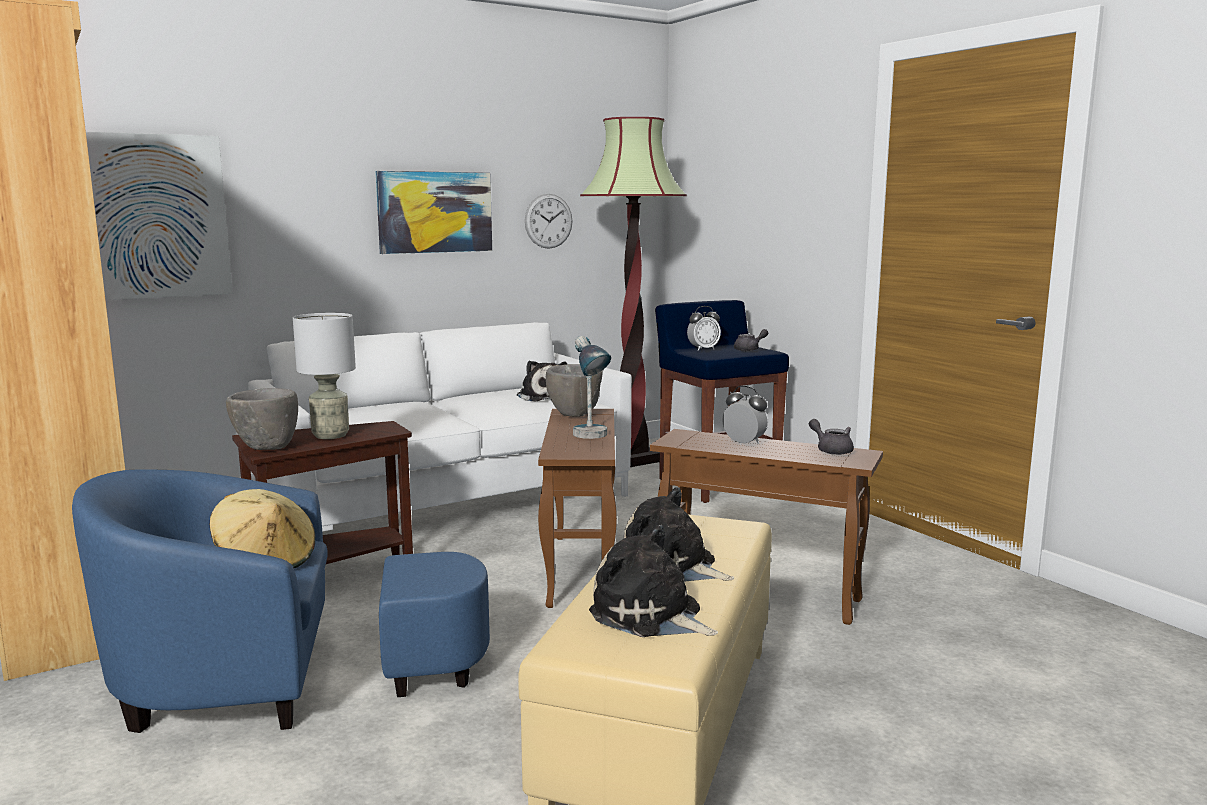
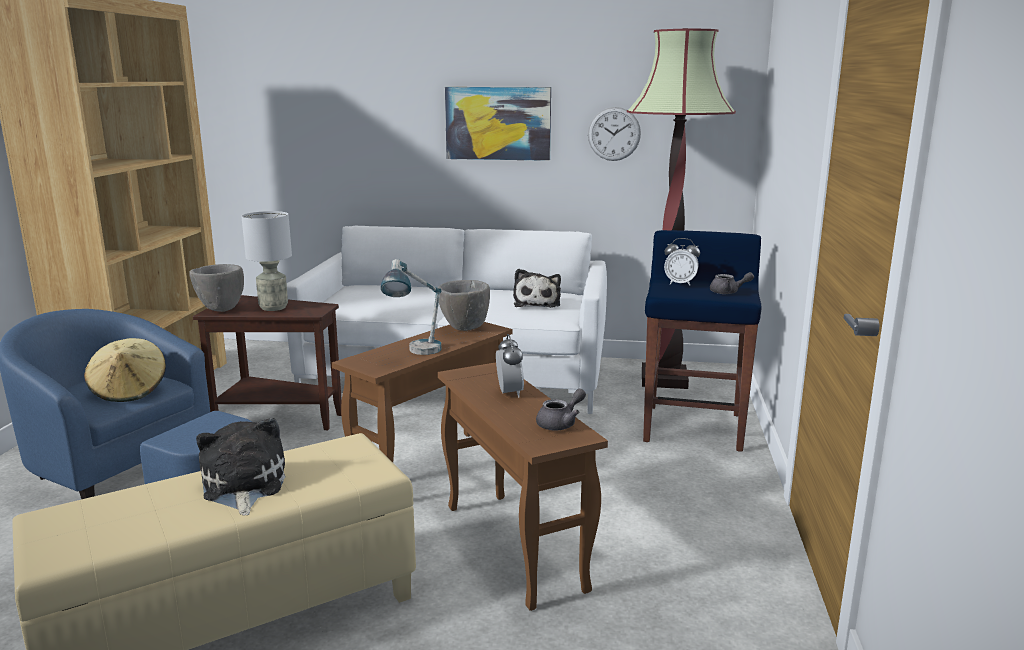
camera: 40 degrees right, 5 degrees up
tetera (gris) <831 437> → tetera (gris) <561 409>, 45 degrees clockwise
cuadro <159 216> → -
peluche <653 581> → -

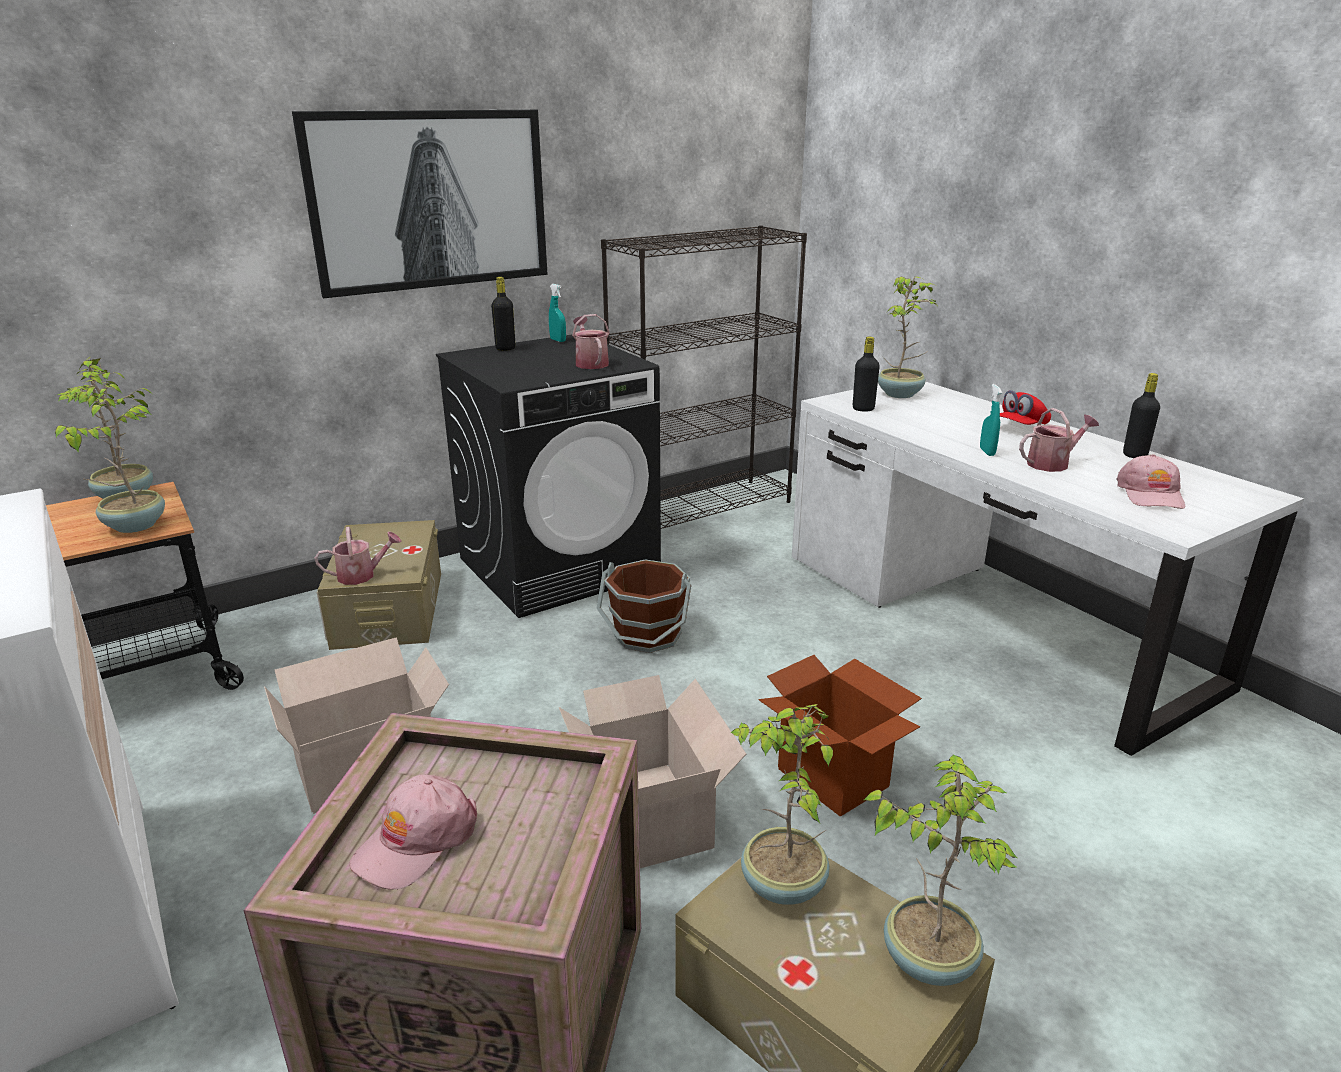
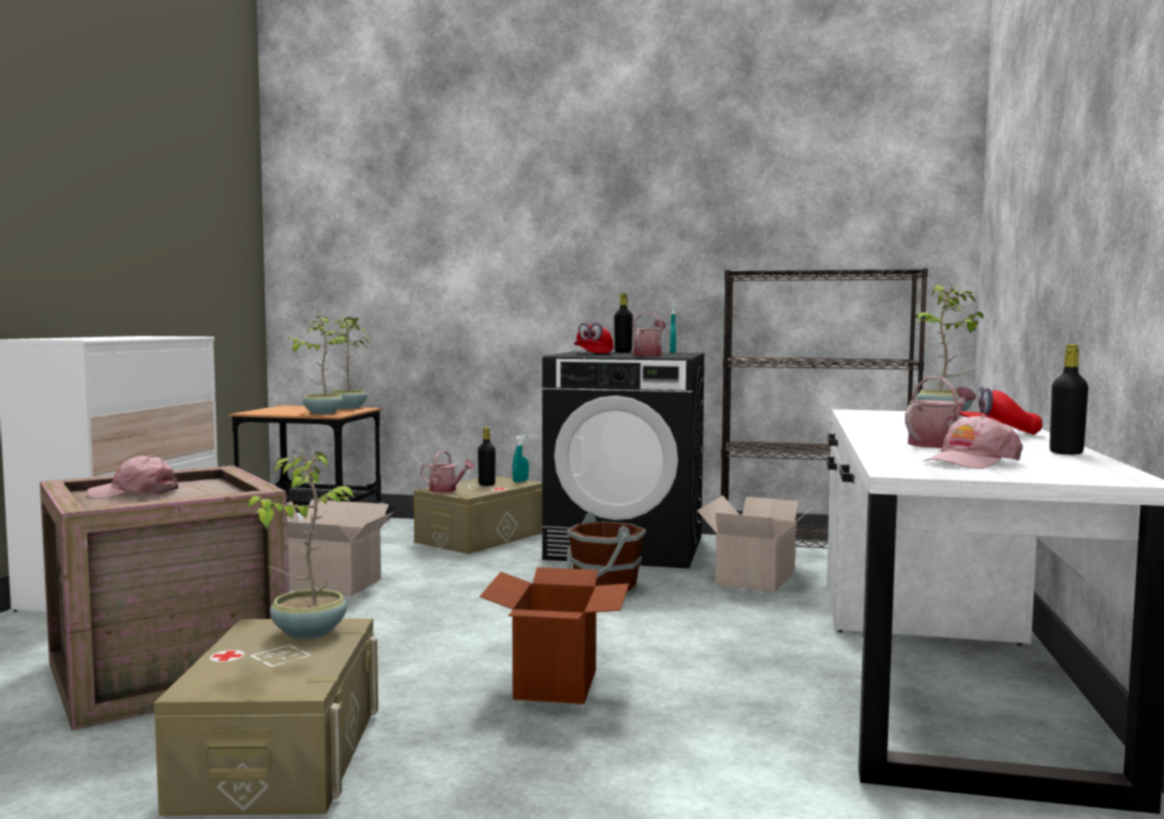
camera: 45 degrees right, 20 degrees down
botella (negro) <866 374> → botella (negro) <487 456>, shifted
pulverizador (turquesa) <991 420> → pulverizador (turquesa) <520 459>, shifted
- → gorra (rojo) <594 338>
caja de cartón <652 771> → caja de cartón <756 544>, shifted
regadera <1059 440> → regadera <940 412>, 60 degrees counterclockwise
cuadro <420 204> → -
planta en maceta <941 870> → -

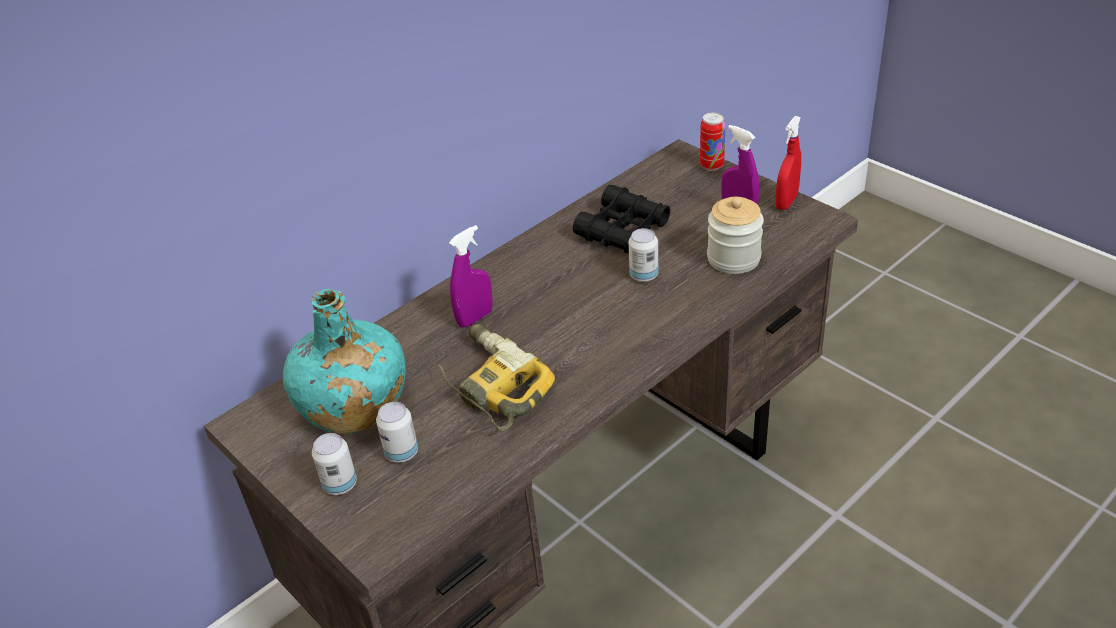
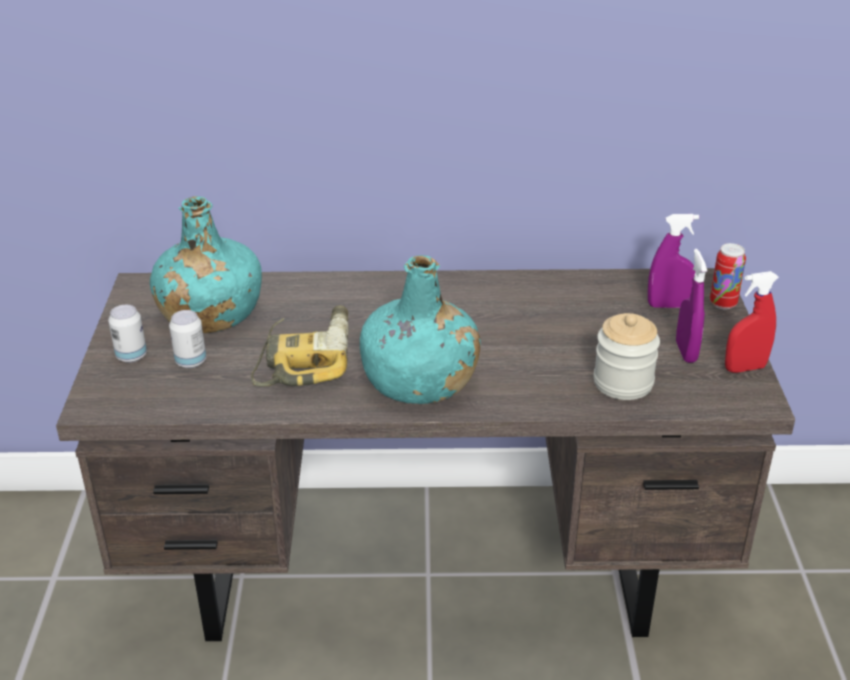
camera: 40 degrees right, 5 degrees down
- → botella (turquesa) <420 329>
pulverizador (morado) <471 276> → pulverizador (morado) <673 261>, shifted
prismáticos (negro) <621 219> → -
lata <643 255> → -

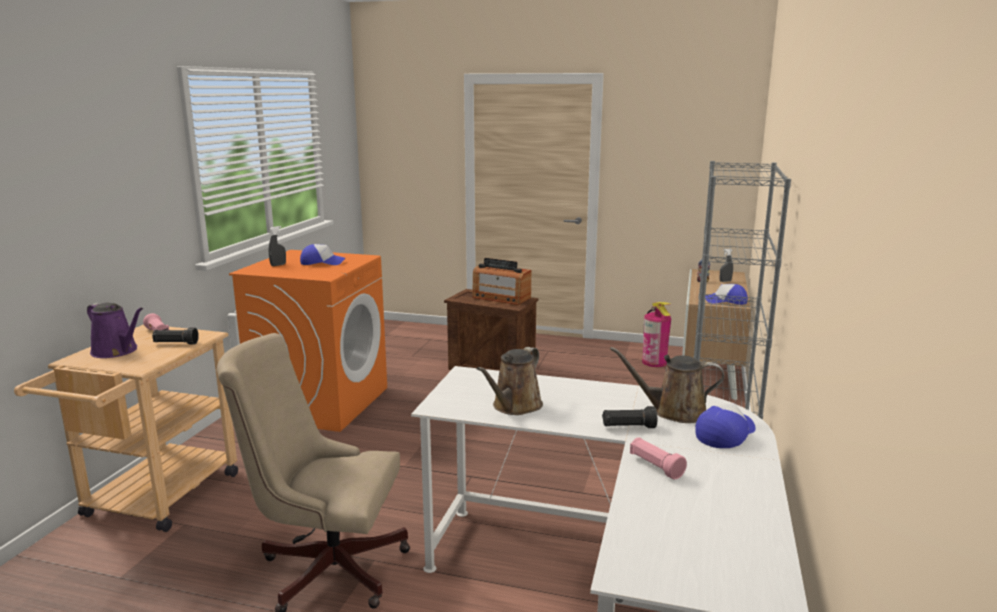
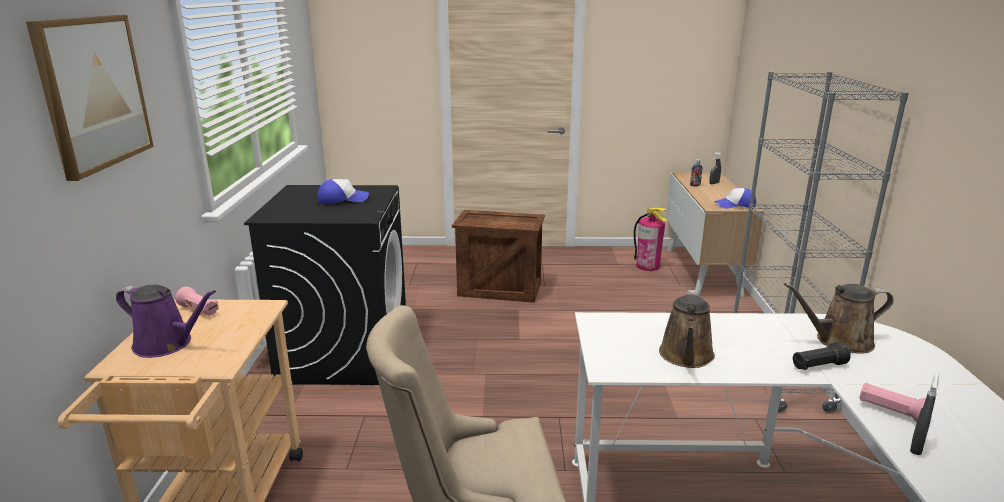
camera: 15 degrees left, 5 degrees up
- → cuadro <90 98>
lavadora (naranja) <308 341> → lavadora (negro) <325 285>
pulverizador (gris) <277 246> → pulverizador (gris) <924 414>, shifted
linterna (negro) <175 336> → -
radio <501 281> → -
gorra <725 425> → -

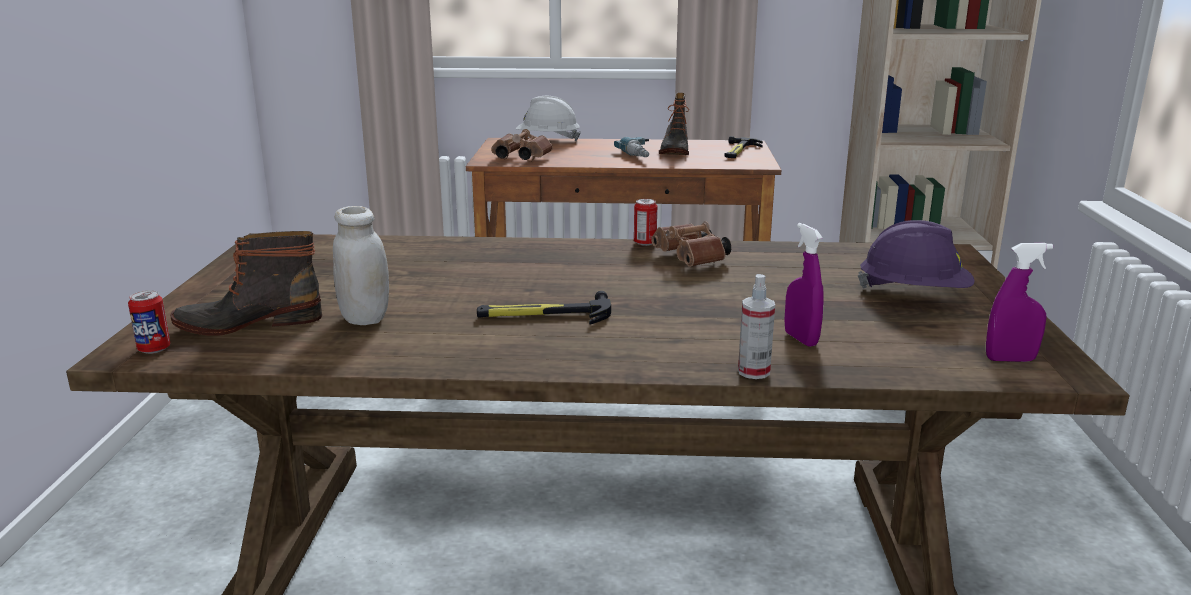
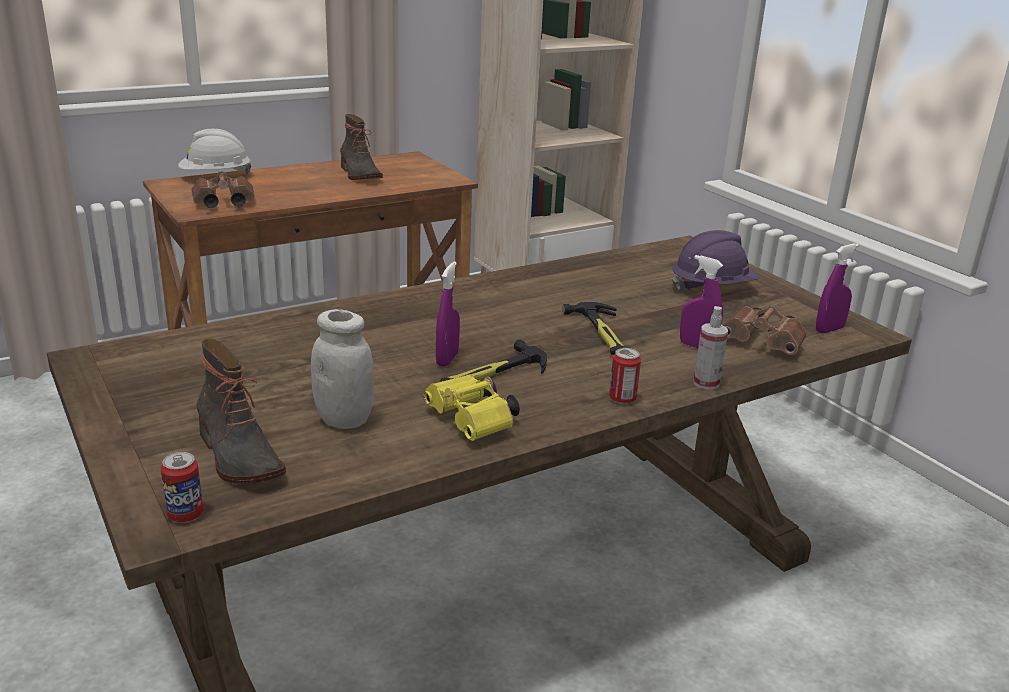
camera: 35 degrees left, 5 degrees up
bota <246 283> → bota <241 411>, 75 degrees counterclockwise
- → prismáticos (amarillo) <471 407>
- → pulverizador (morado) <448 314>
martillo <743 147> → martillo <594 328>, shifted
lata <645 222> → lata <625 376>, shifted
prismáticos (marrón) <691 244> → prismáticos (marrón) <765 329>, shifted
taladro <631 147> → -

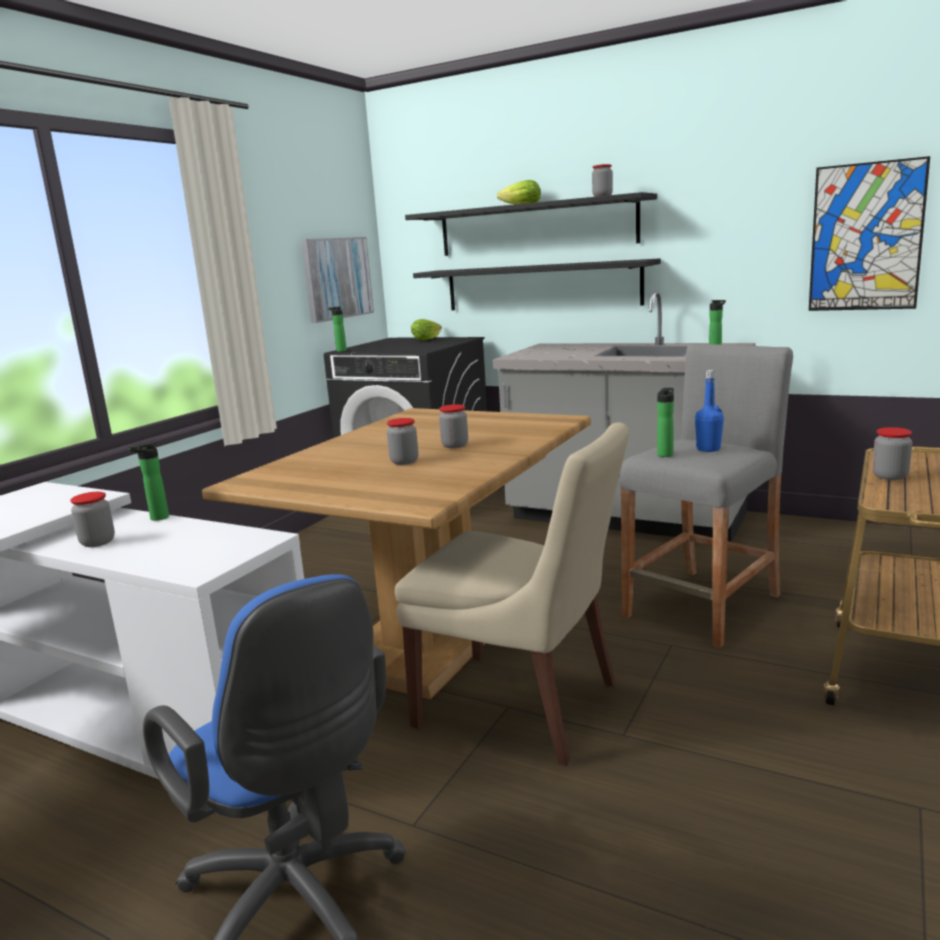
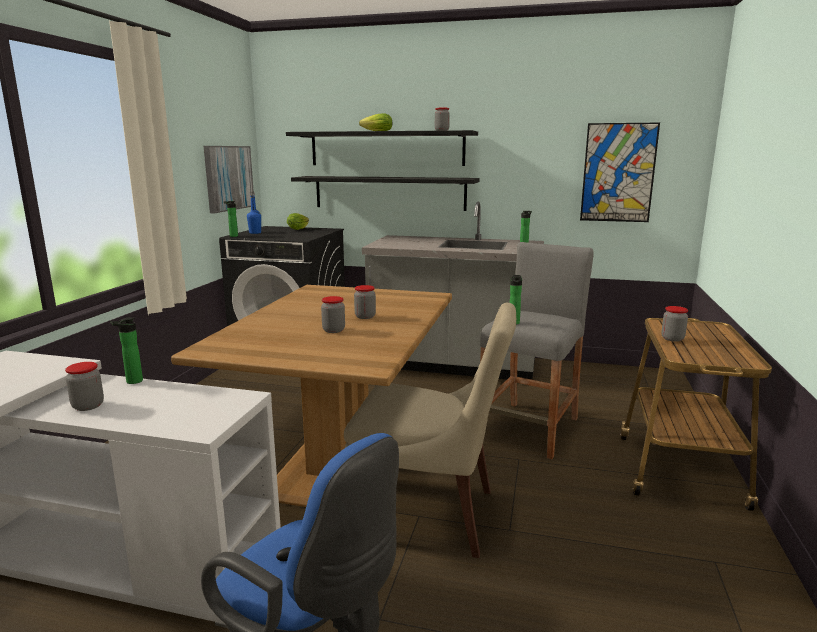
camera: 15 degrees left, 0 degrees up
botella (azul) <709 411> → botella (azul) <254 213>, shifted

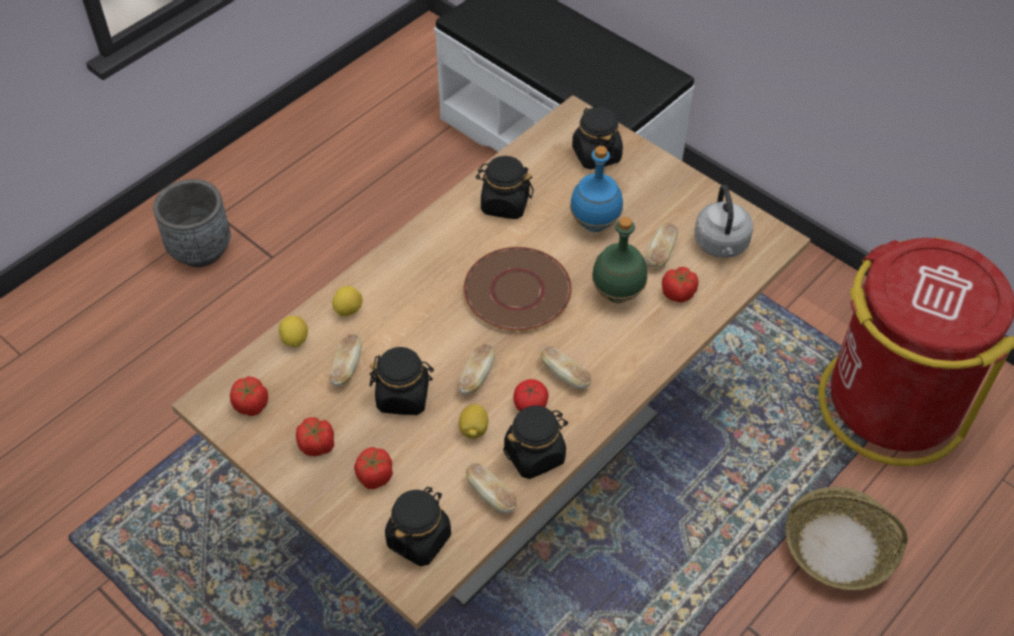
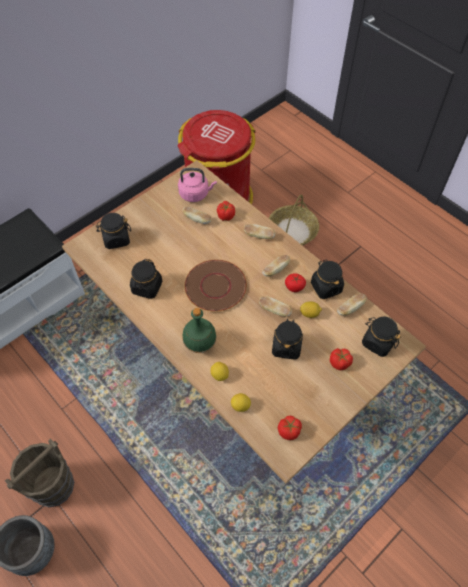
camera: 85 degrees left, 5 degrees up
- → cubo (marrón) <39 473>
hervidor (gris) <723 221> → hervidor (rosa) <197 185>
botella (verde) <619 260> → botella (verde) <199 330>, shifted
pan <345 360> → pan <259 231>, shifted
tomate <315 436> → -
botella (azul) <596 189> → -

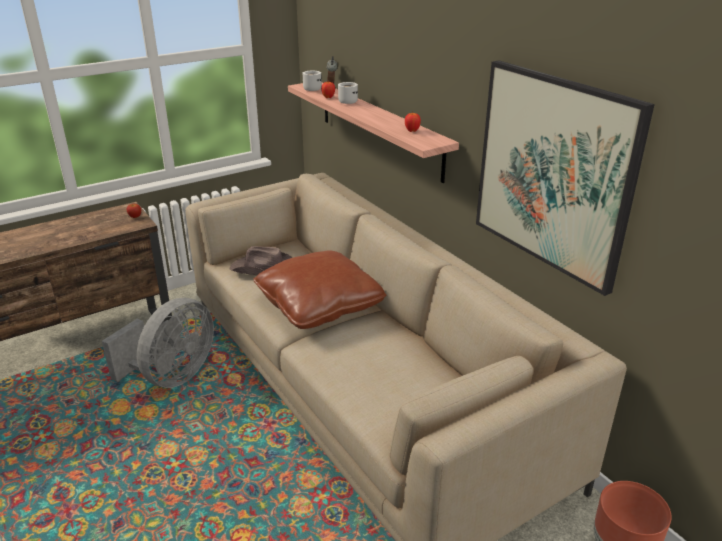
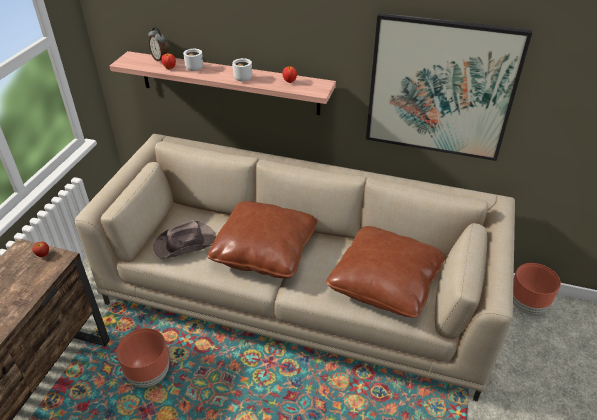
camera: 40 degrees left, 10 degrees up
ventilador (gris) <158 343> → maceta (marrón) <142 358>
taza grande (blanco) <312 81> → taza grande (blanco) <242 70>, shifted
- → cojín (marrón) <385 272>

